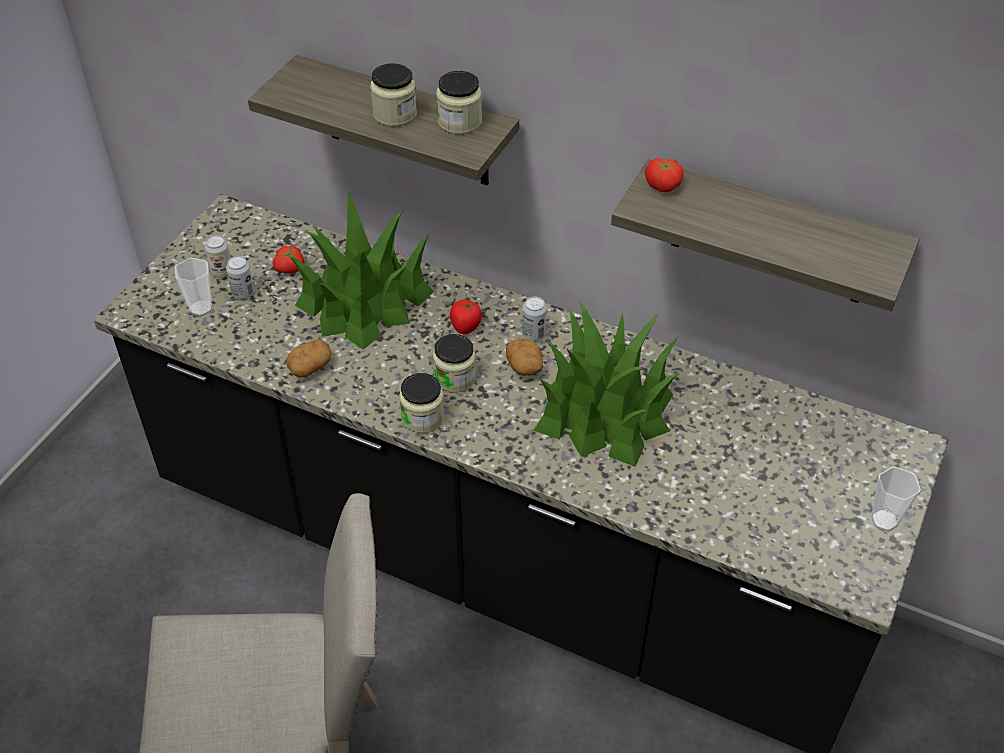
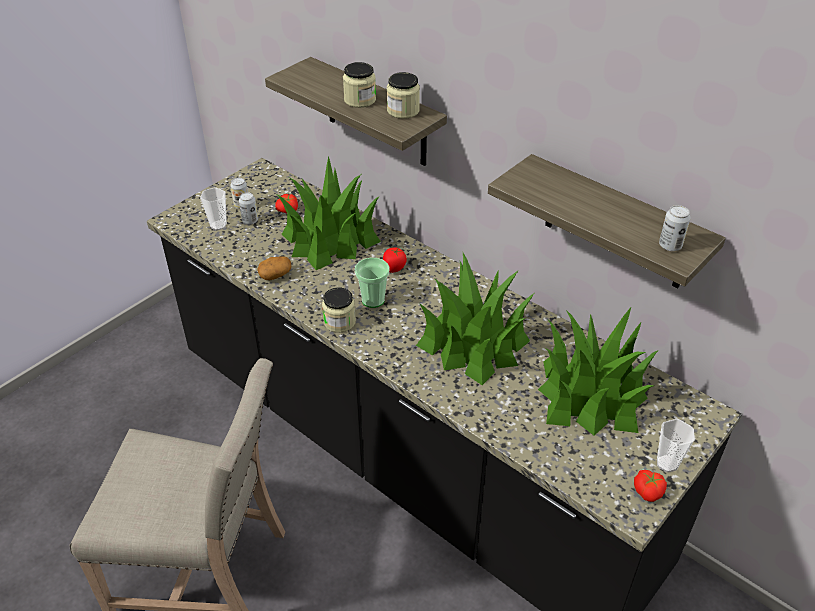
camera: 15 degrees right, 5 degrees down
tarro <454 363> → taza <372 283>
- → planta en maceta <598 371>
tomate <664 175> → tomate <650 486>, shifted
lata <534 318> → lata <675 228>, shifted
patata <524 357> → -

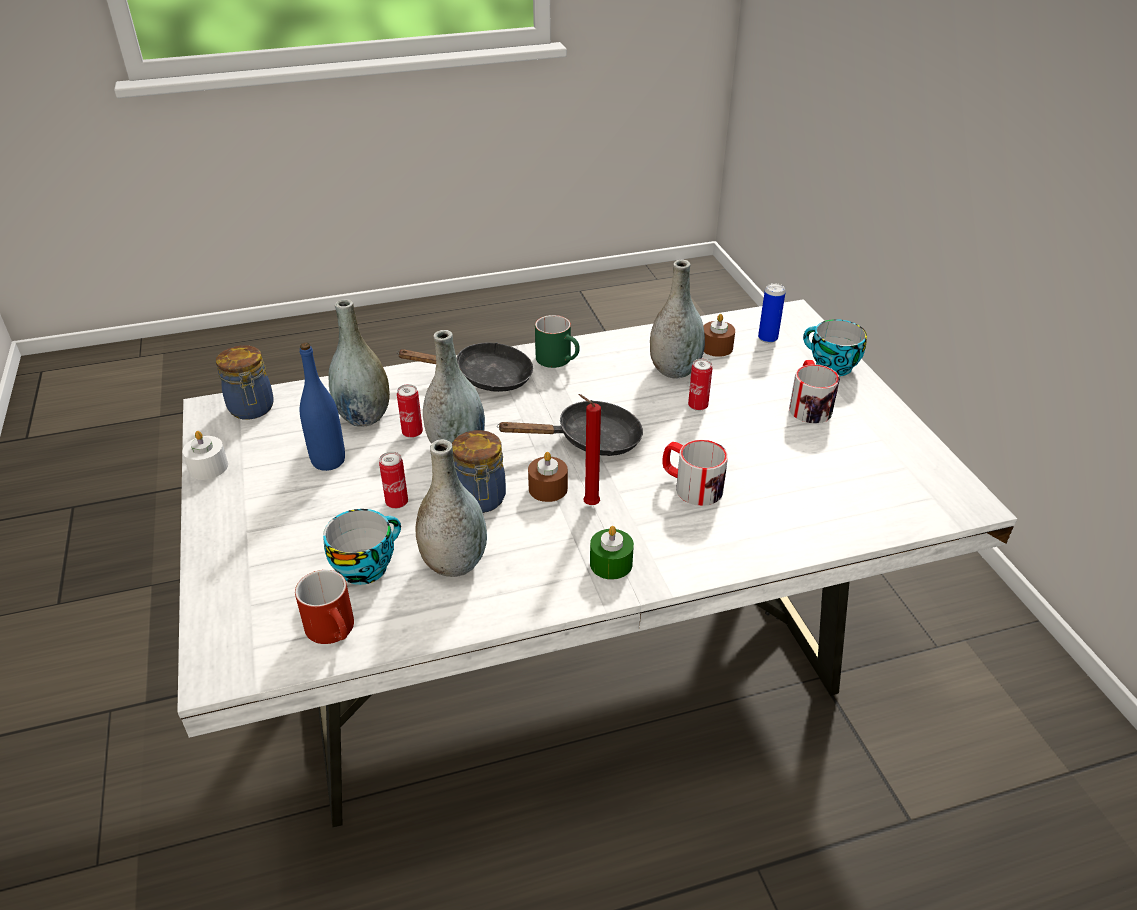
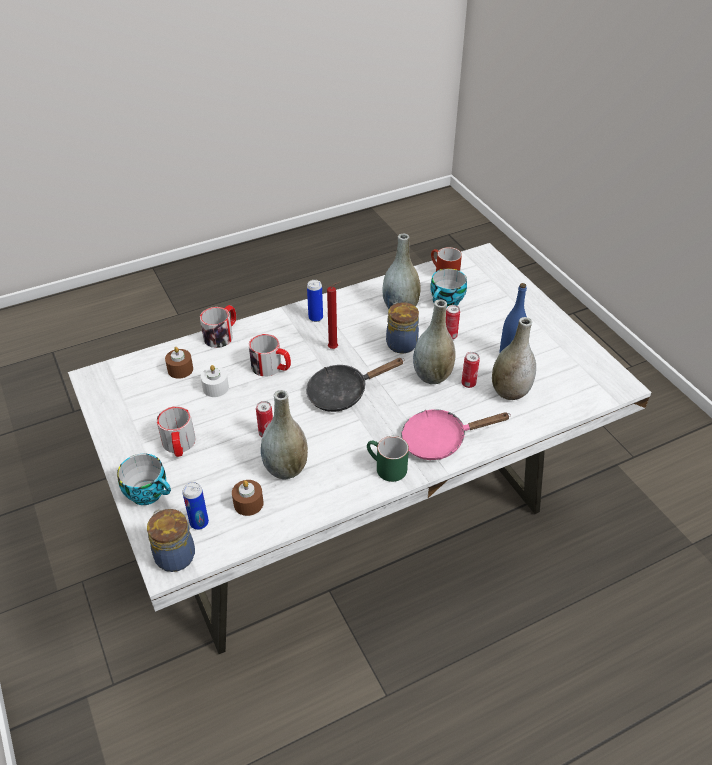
camera: 170 degrees right, 5 degrees up
tarro <245 382> → tarro <171 540>, shifted
vela (marrón) <548 477> → vela (marrón) <179 363>, shifted
- → taza grande <218 326>
vela (blanco) <205 455> → vela (blanco) <215 381>, shifted
vela (verde) <612 553> → lata <315 301>
sartén (negro) <464 367> → sartén (rosa) <456 434>

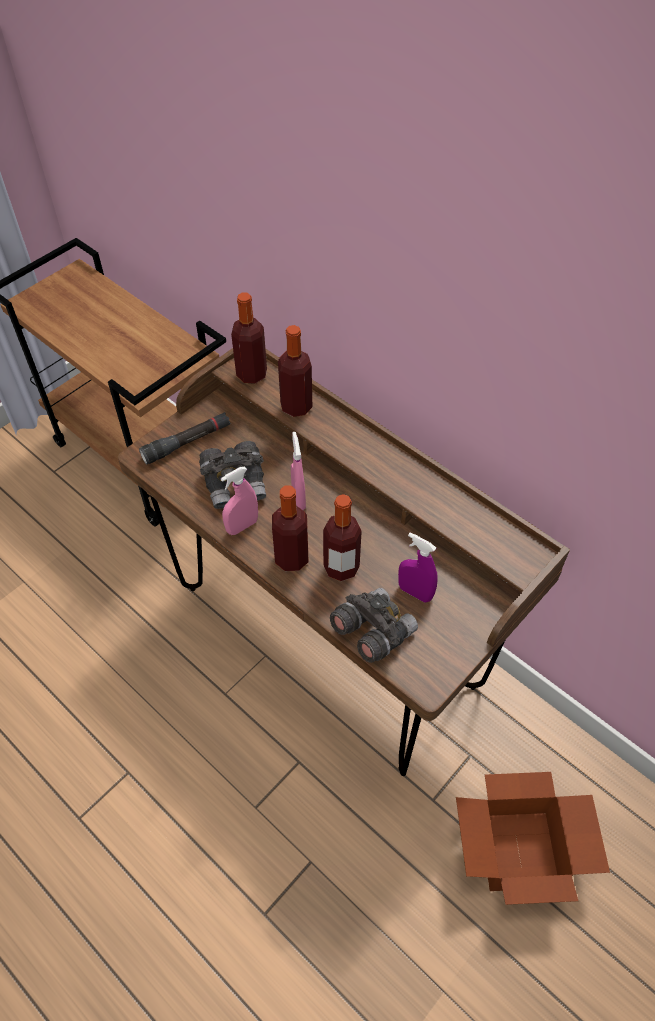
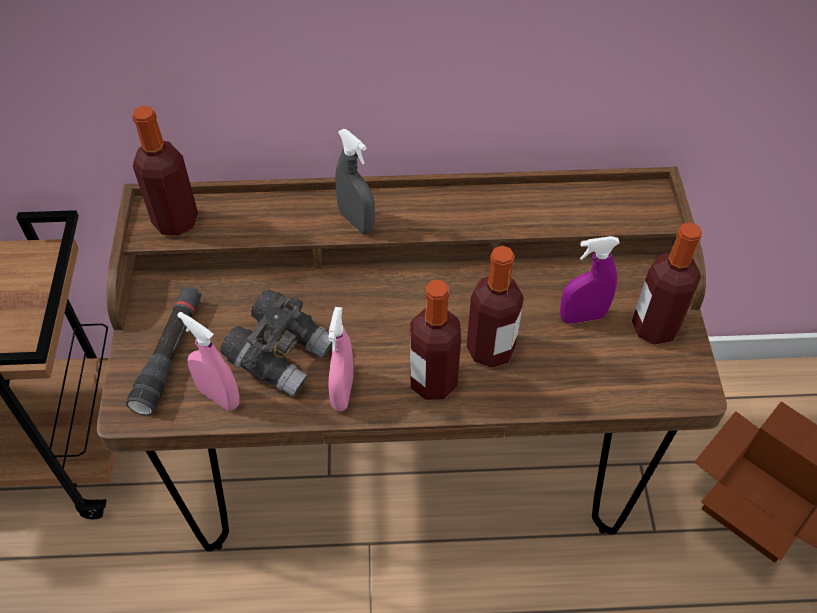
camera: 45 degrees left, 0 degrees up
pulverizador (rosa) <298 471> → pulverizador (rosa) <208 361>, shifted
- → pulverizador (gris) <355 181>
botella <295 371> → botella <667 283>, shifted
prismáticos (gris) <374 625> → -

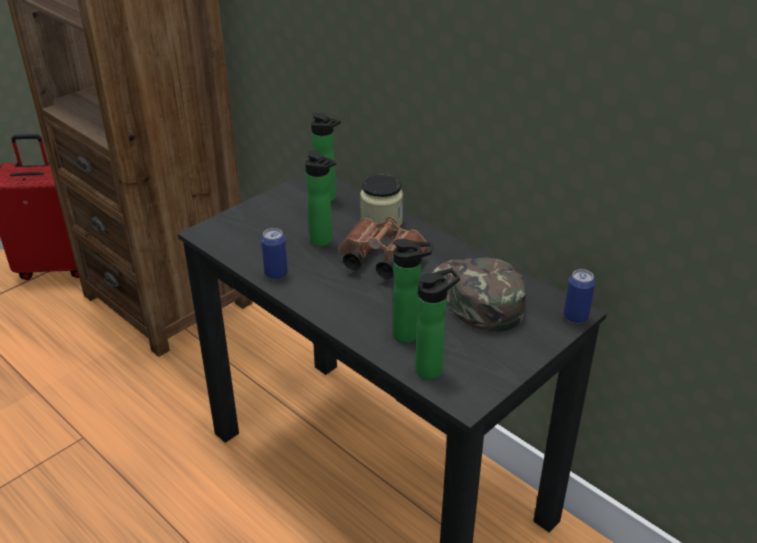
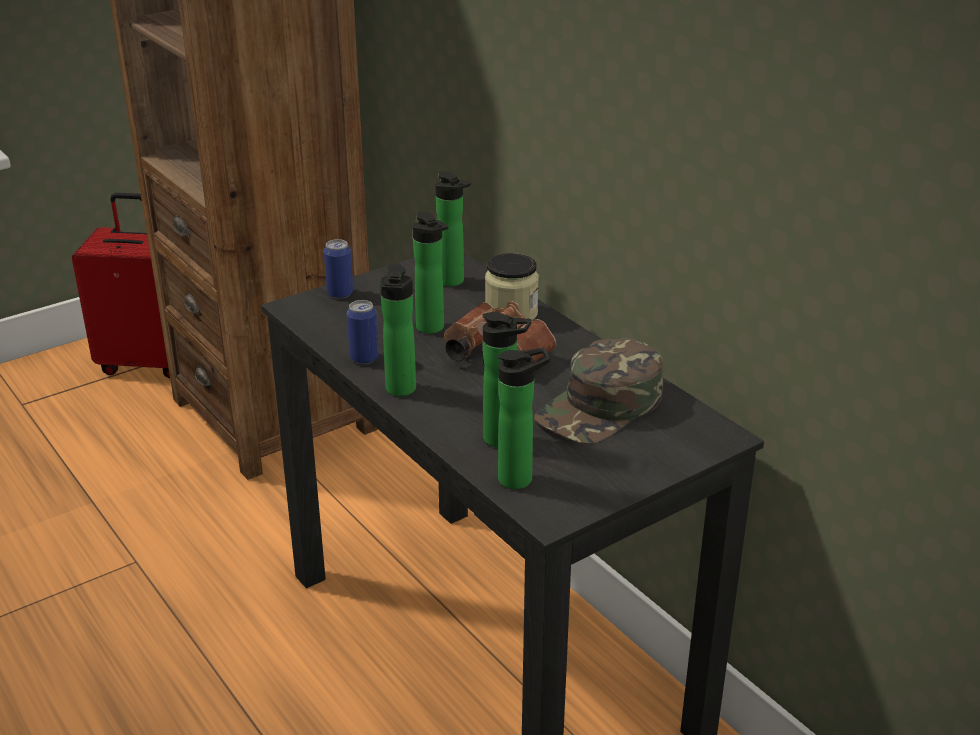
camera: 10 degrees right, 5 degrees down
lata <579 296> → lata <338 269>, shifted
- → botella <398 330>
gorra (verde) <479 294> → gorra (verde) <598 391>, 120 degrees counterclockwise

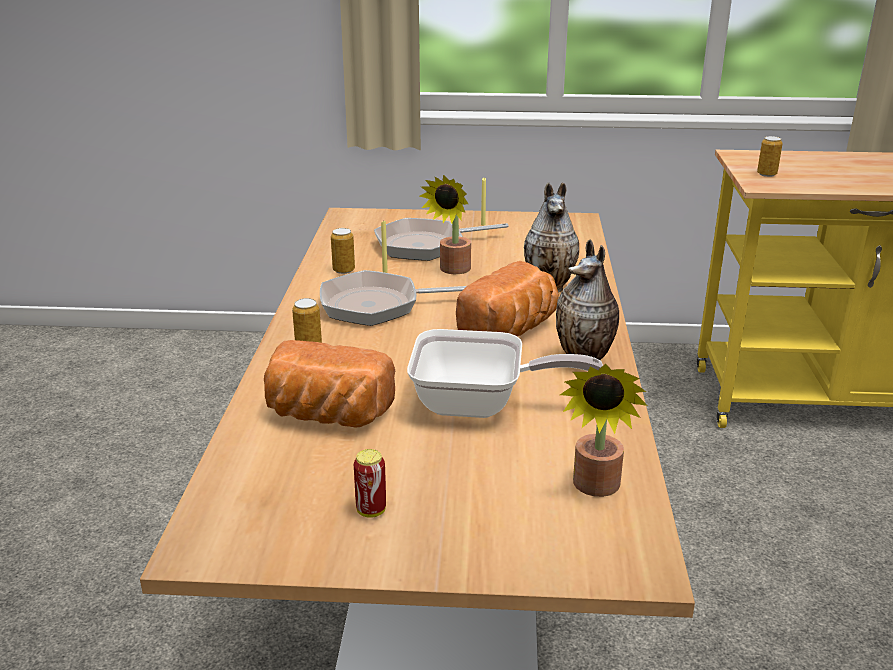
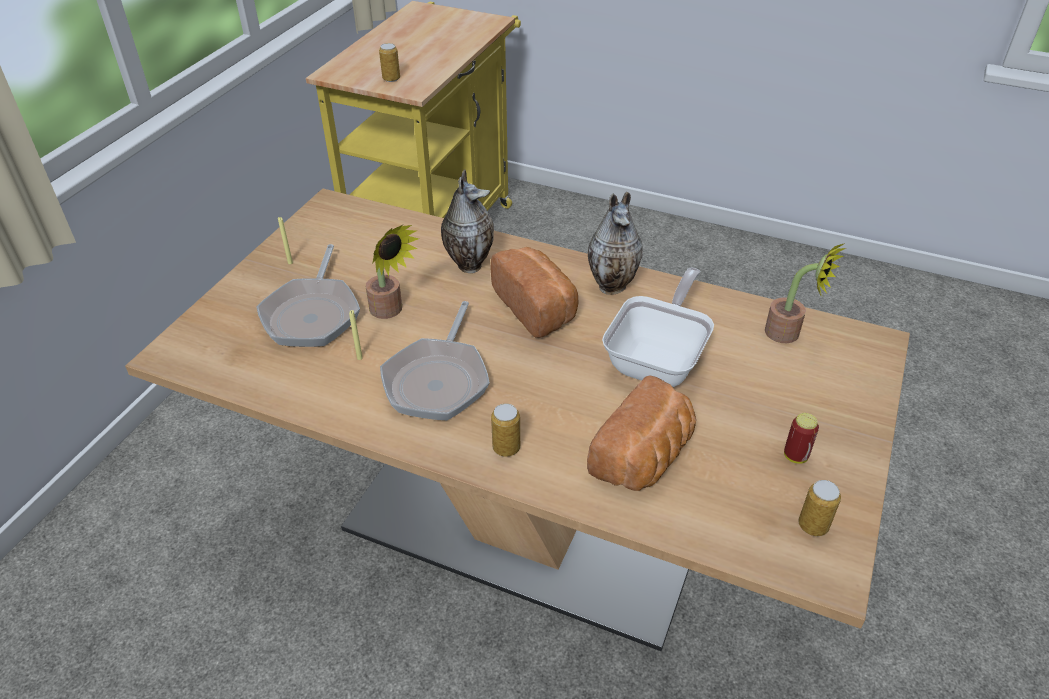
camera: 70 degrees left, 15 degrees up
lata <343 251> → lata <819 508>, shifted

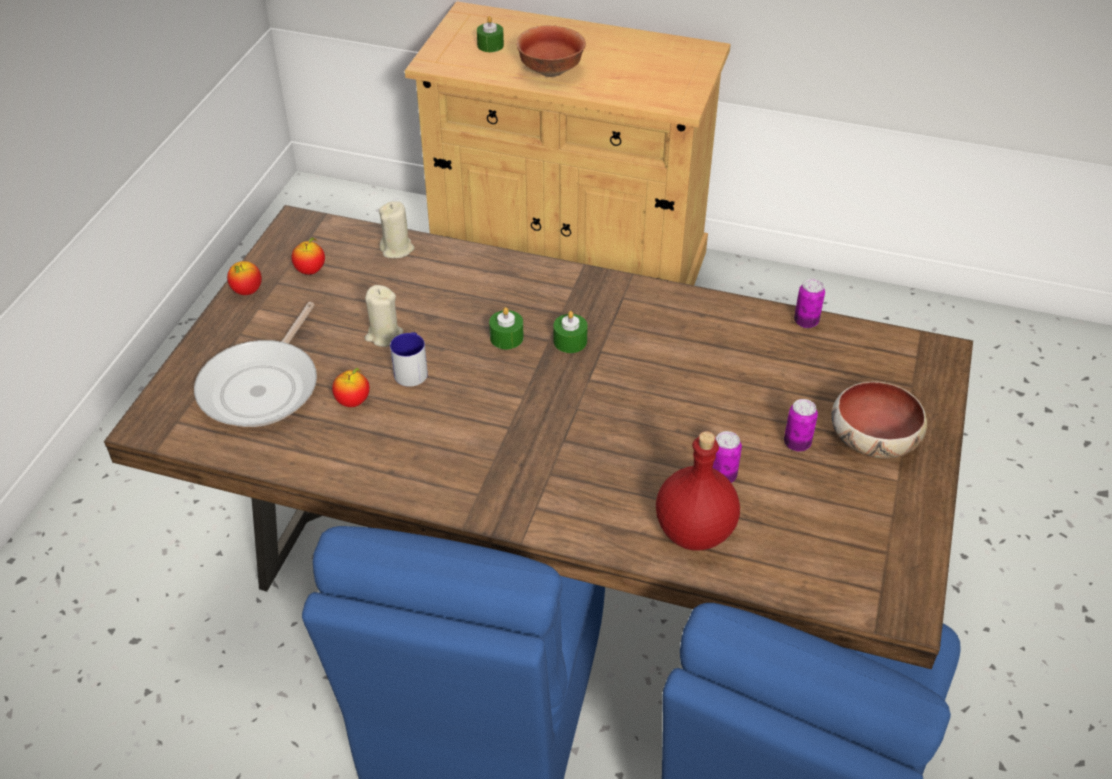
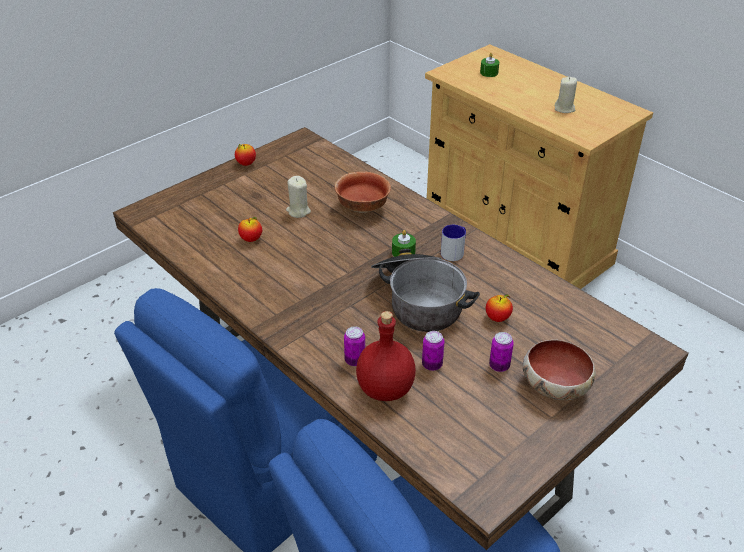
camera: 30 degrees right, 5 degrees down
cuenco <551 51> → cuenco <363 192>, shifted
lata <809 303> → lata <354 346>, shifted
- → olla <425 290>
taza grande <409 359> → taza grande <453 243>, shifted
manzana <308 256> → manzana <499 308>, shifted
vela (beis) <396 229> → vela (beis) <566 95>, shifted
sartén <255 364> → -
vela (verde) <506 328> → -

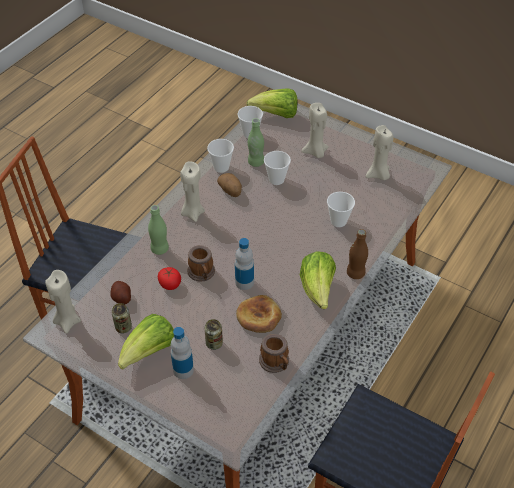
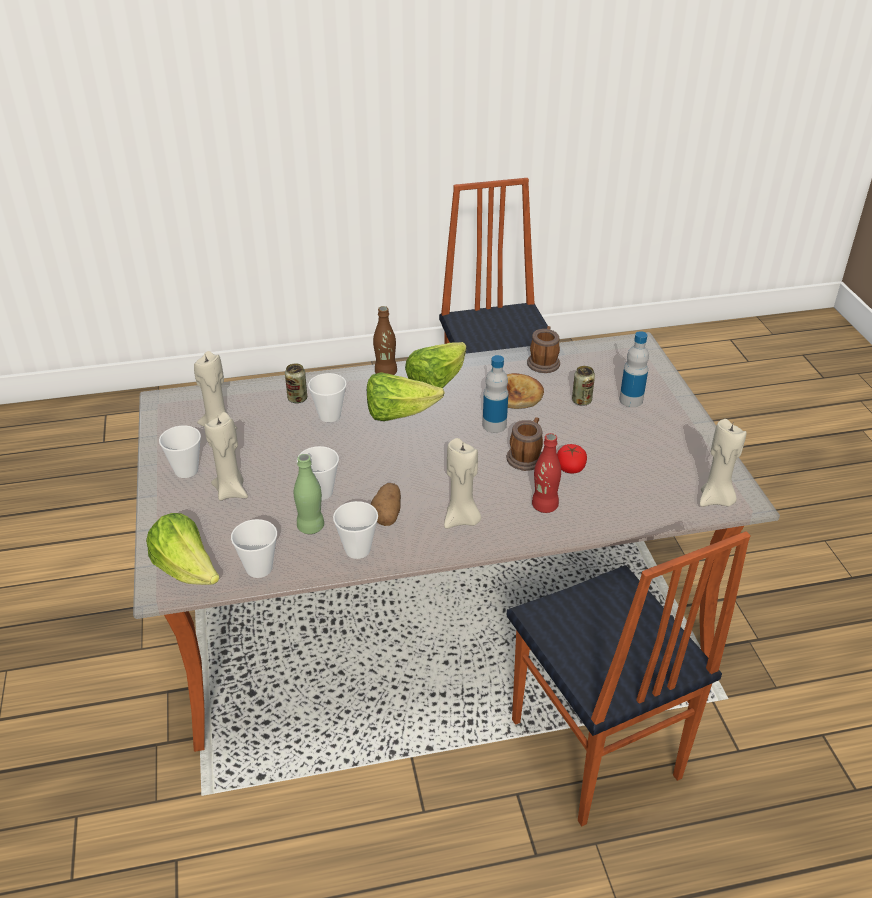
camera: 135 degrees left, 10 degrees down
- → taza <180 452>
lata <122 318> → lata <296 383>, shifted
lechuga <146 341> → lechuga <406 396>, shifted
botella (verde) <158 230> → botella (rojo) <546 473>
patata <120 292> → -

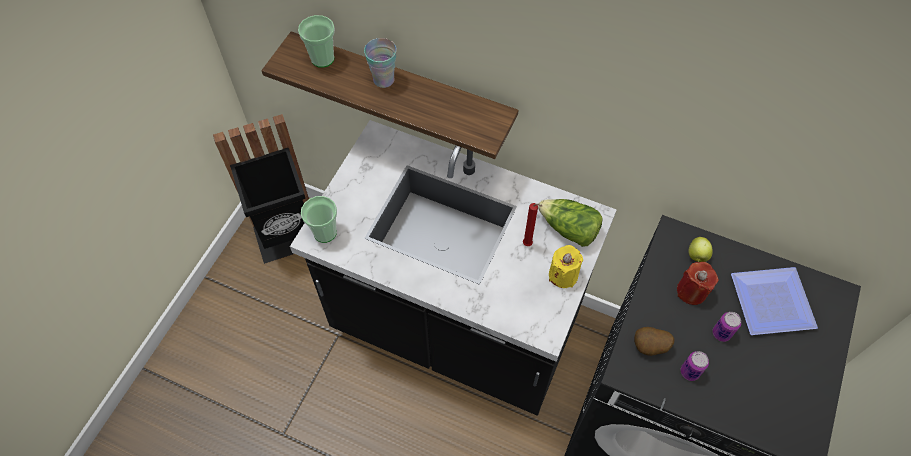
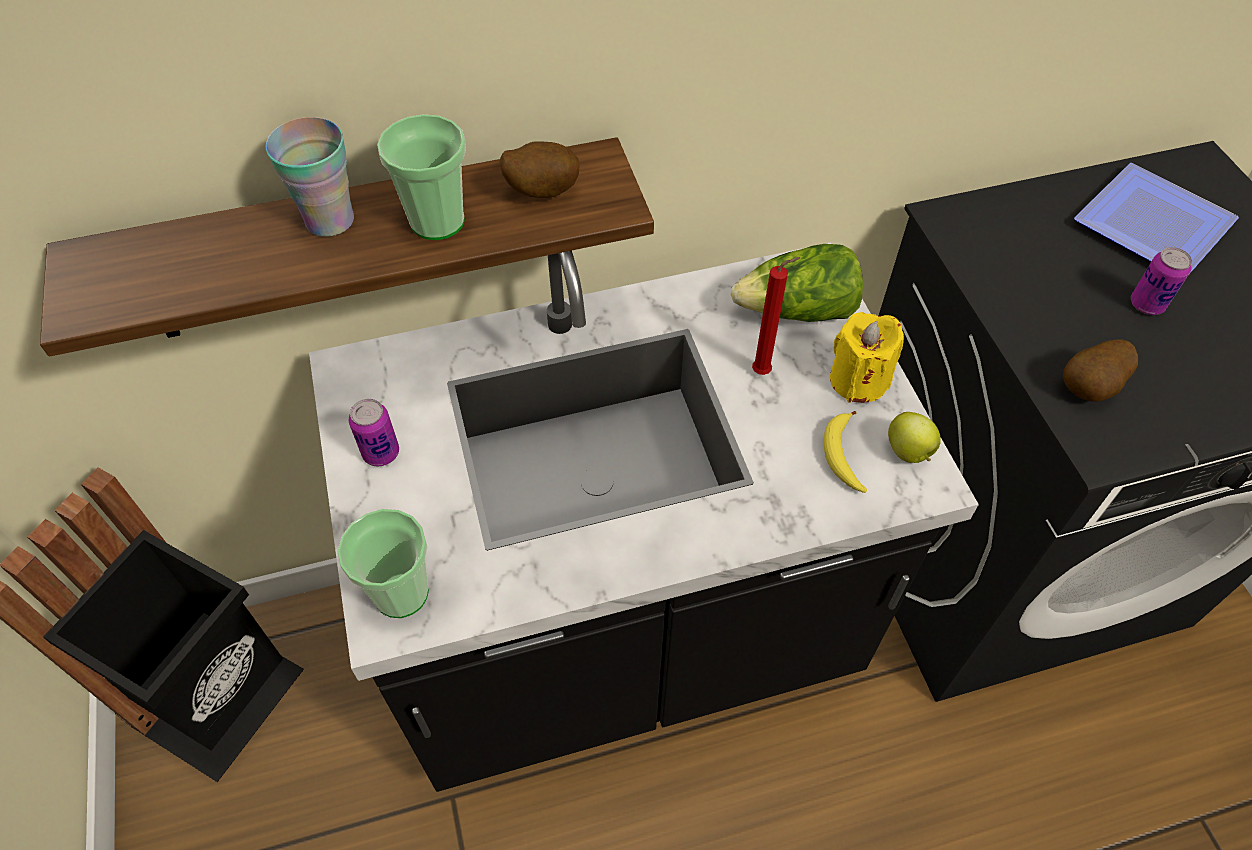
camera: 40 degrees left, 5 degrees down
lata <694 366> → lata <374 432>, shifted
taza <316 41> → taza <421 177>, shifted
- → patata <539 169>
- → plátano <845 452>
manzana <701 249> → manzana <914 437>, shifted
vela (rojo) <698 283> → -

